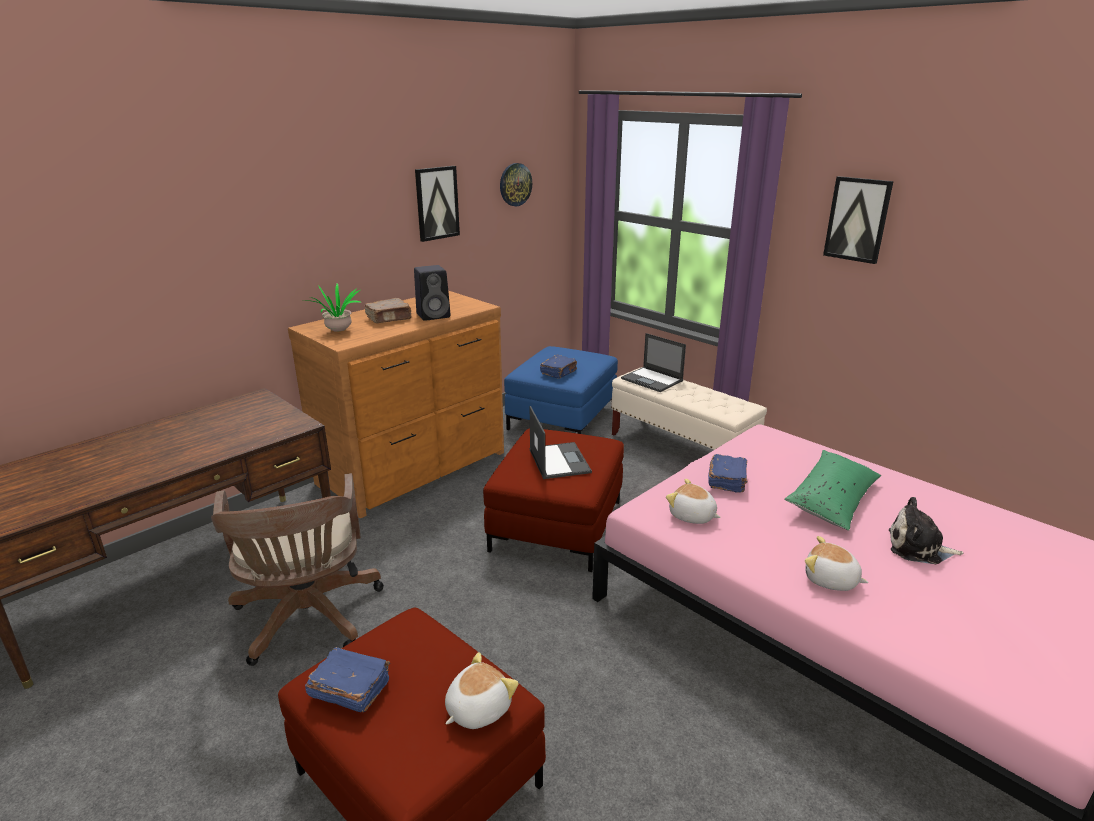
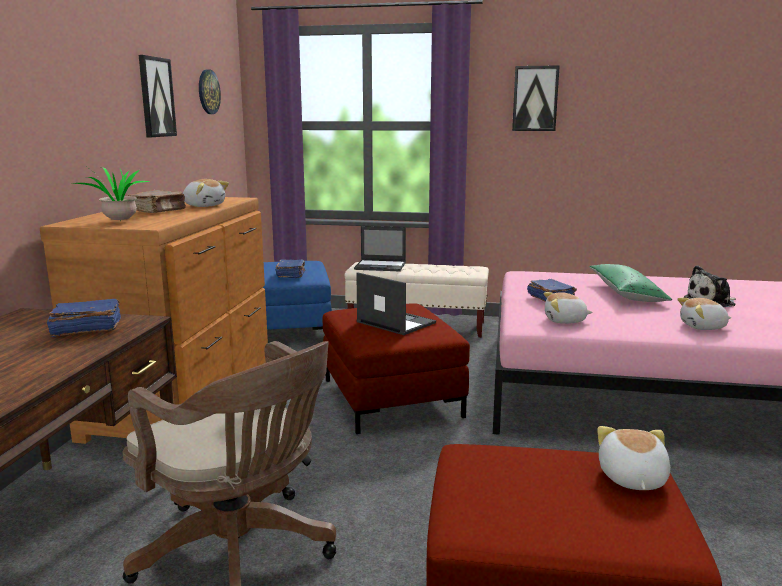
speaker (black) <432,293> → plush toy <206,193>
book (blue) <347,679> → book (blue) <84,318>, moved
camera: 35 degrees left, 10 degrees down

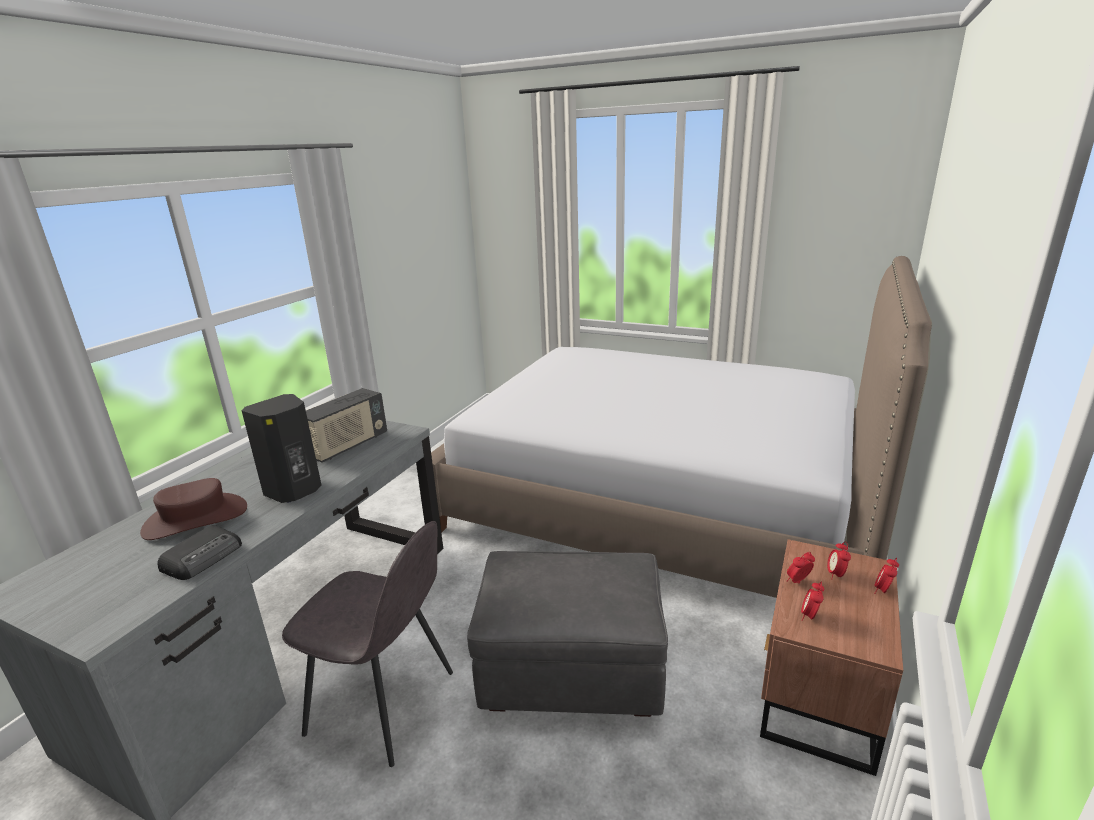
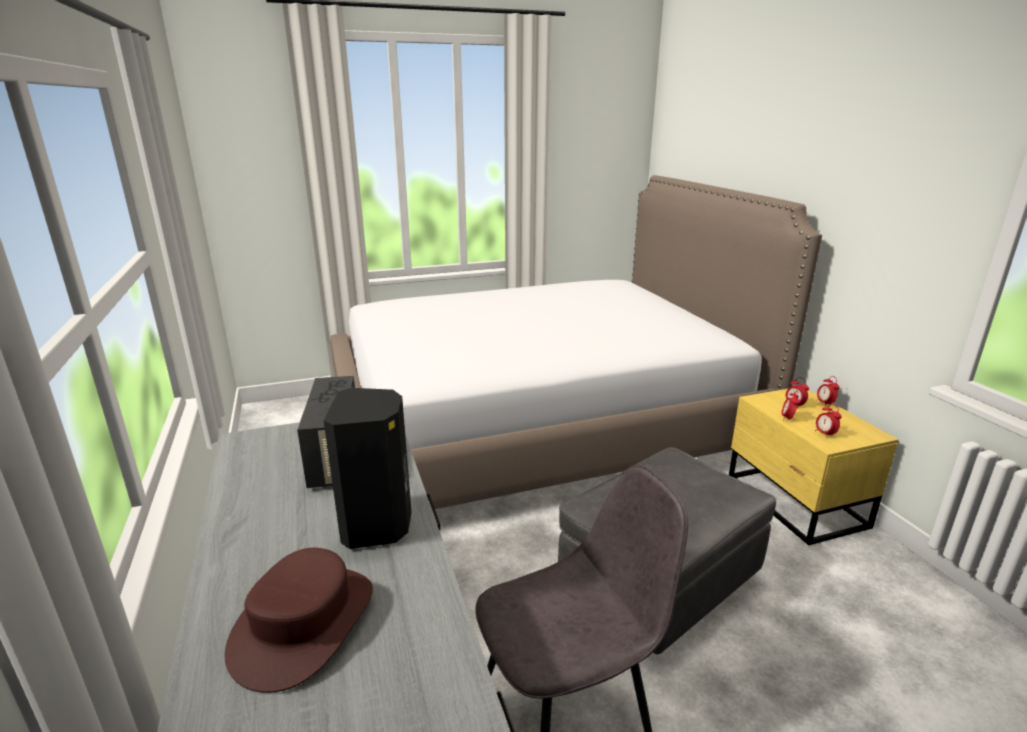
radio <199,552> → -
nightstand (brown) <831,657> → nightstand (yellow) <814,467>
camera: 45 degrees left, 0 degrees up

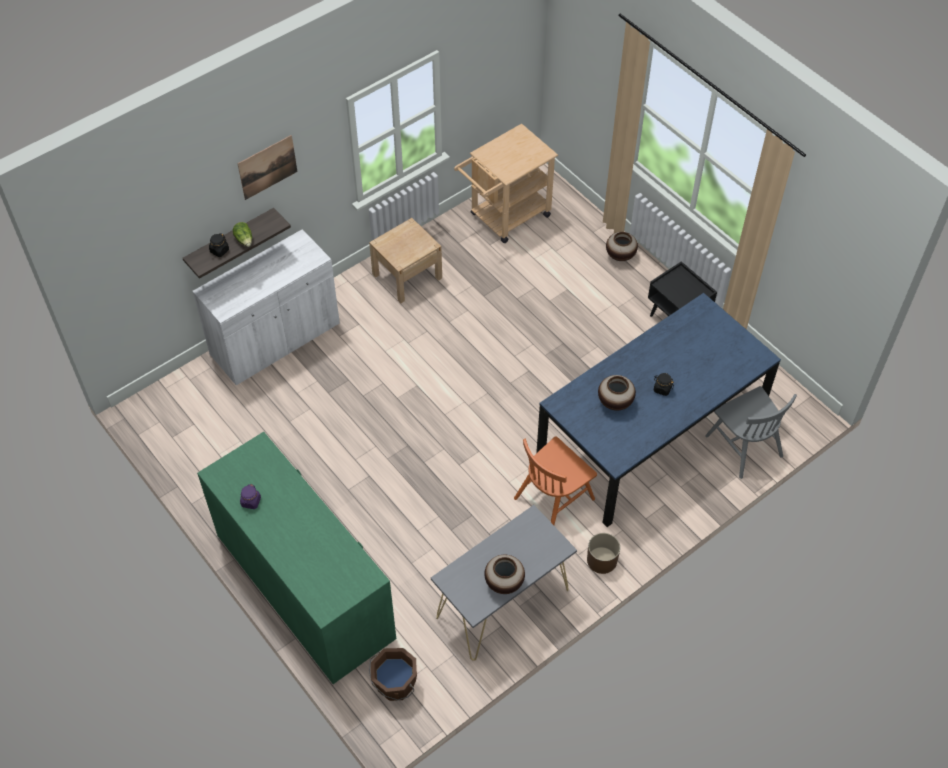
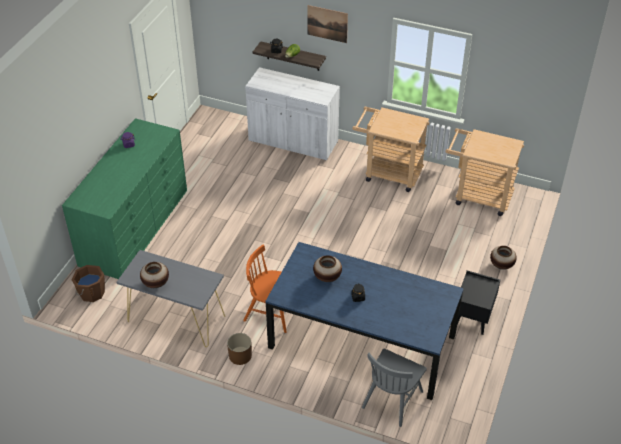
nightstand (beige) <405,260> → cart (beige) <390,149>
camera: 60 degrees right, 10 degrees down

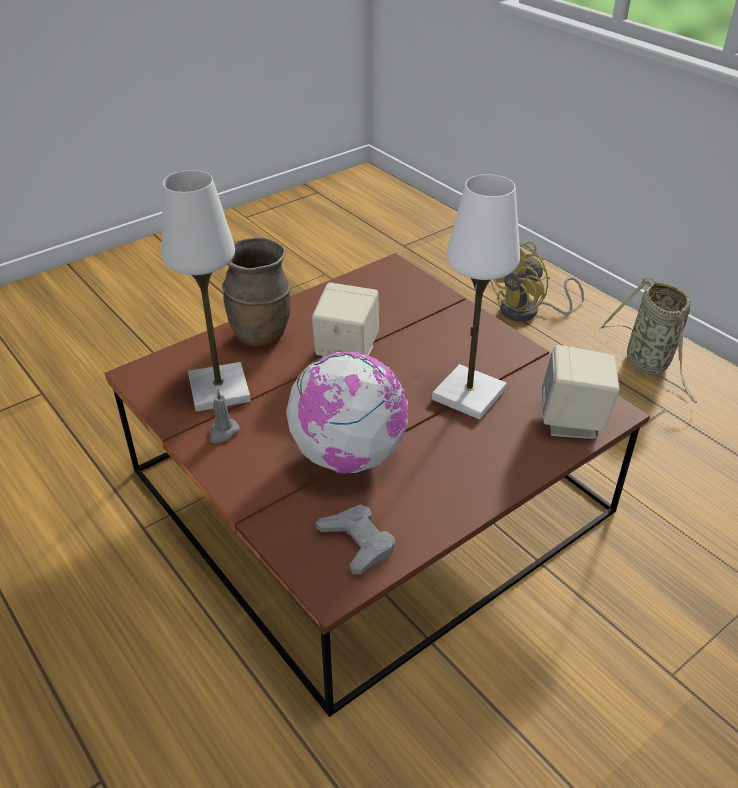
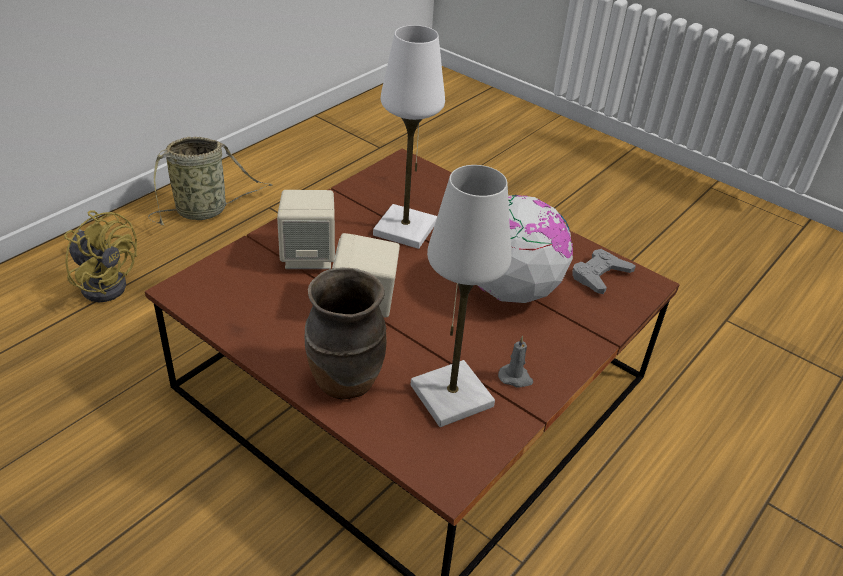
speaker (beige) <581,392> → speaker (beige) <306,229>, moved
camera: 105 degrees left, 0 degrees up

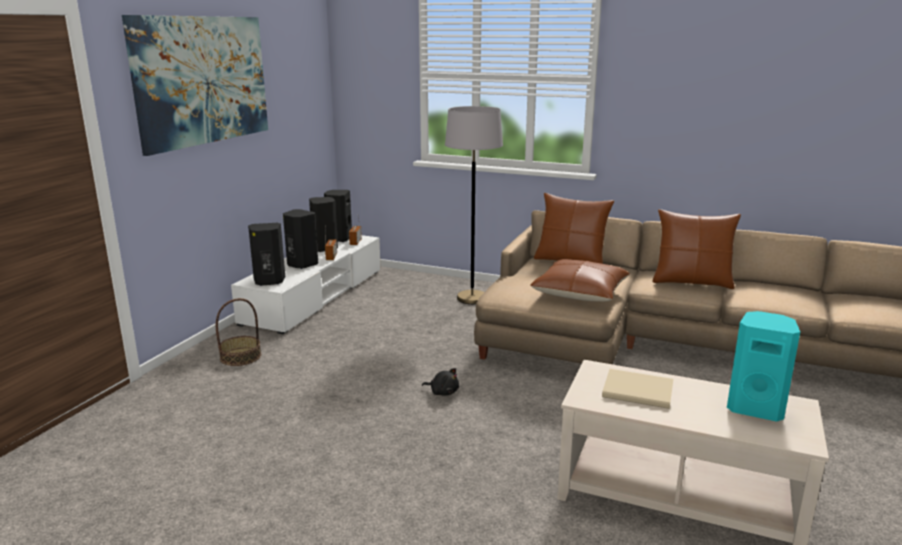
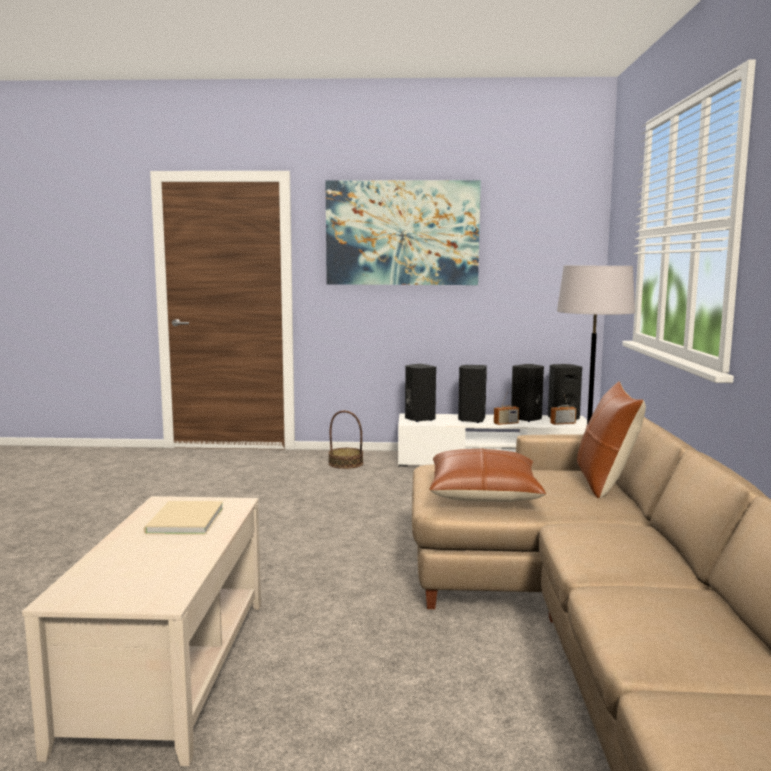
pillow (brown) <696,249> → -
speaker (turquoise) <763,366> → -
plush toy (black) <440,382> → -
camera: 70 degrees right, 10 degrees down

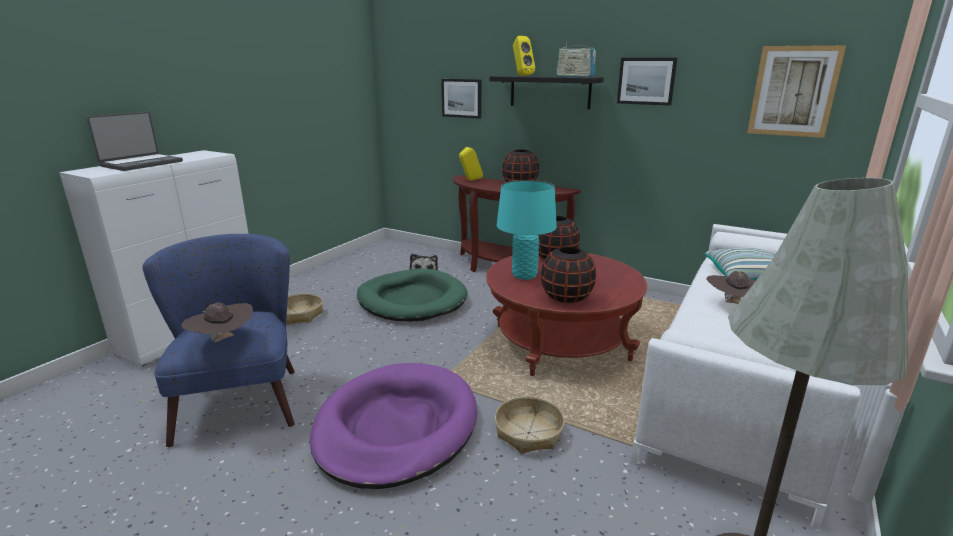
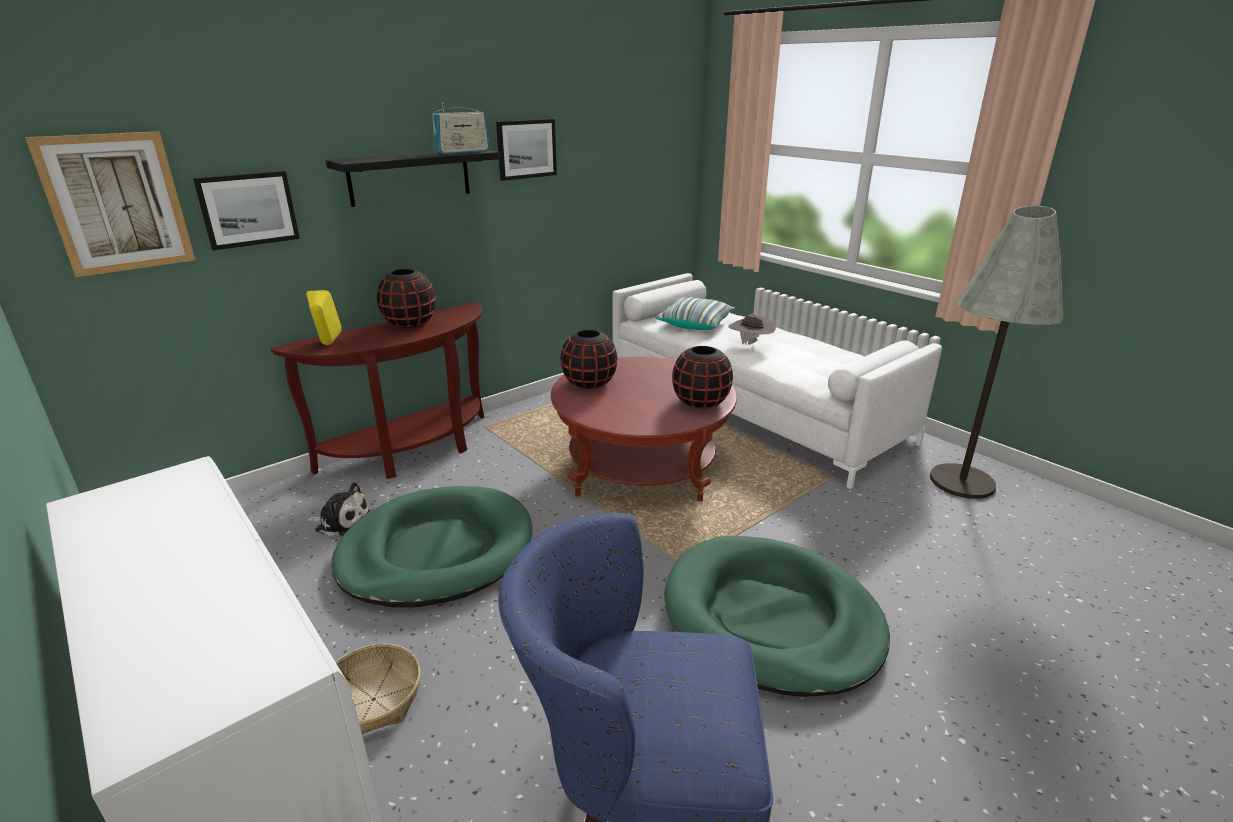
speaker (yellow) <524,56> → -
picture <796,91> → picture <110,204>, moved
laptop <135,141> → -
table lamp (turquoise) <527,230> → -
hat (brown) <217,323> → -
dog bed (purple) <393,426> → dog bed (green) <777,616>
basket <530,425> → -
camera: 70 degrees left, 5 degrees up

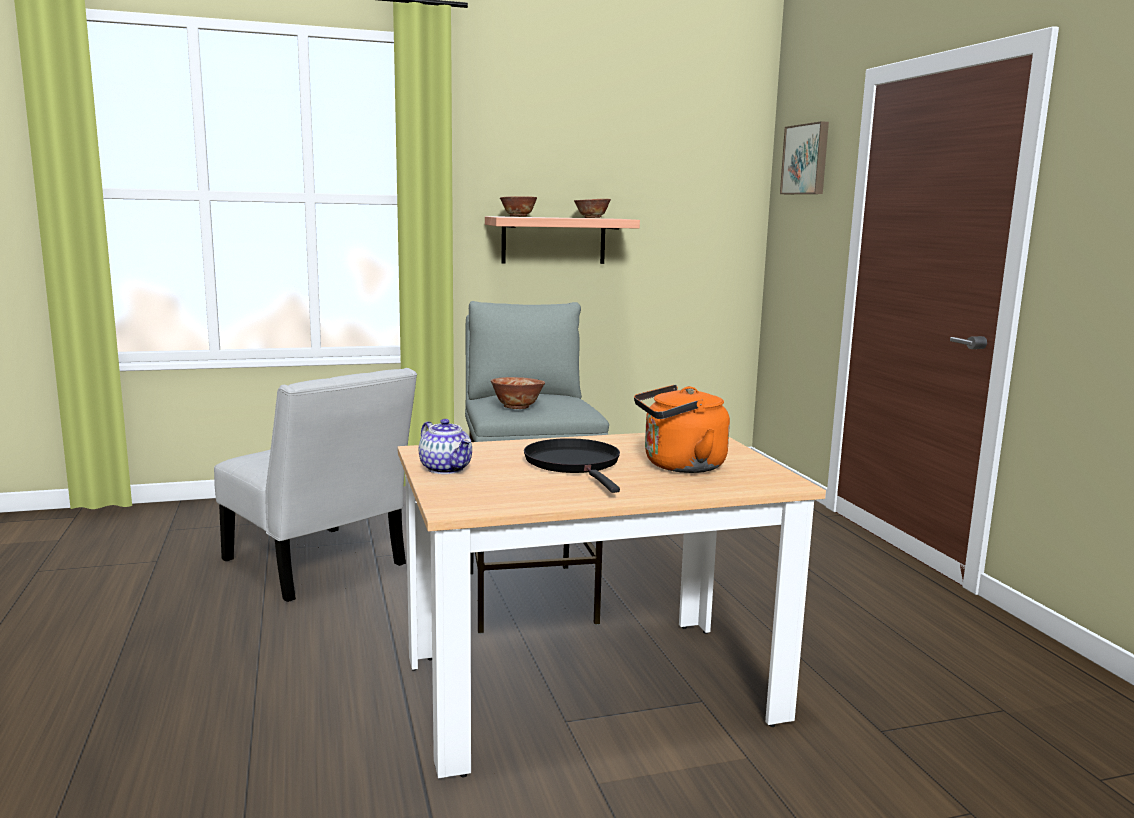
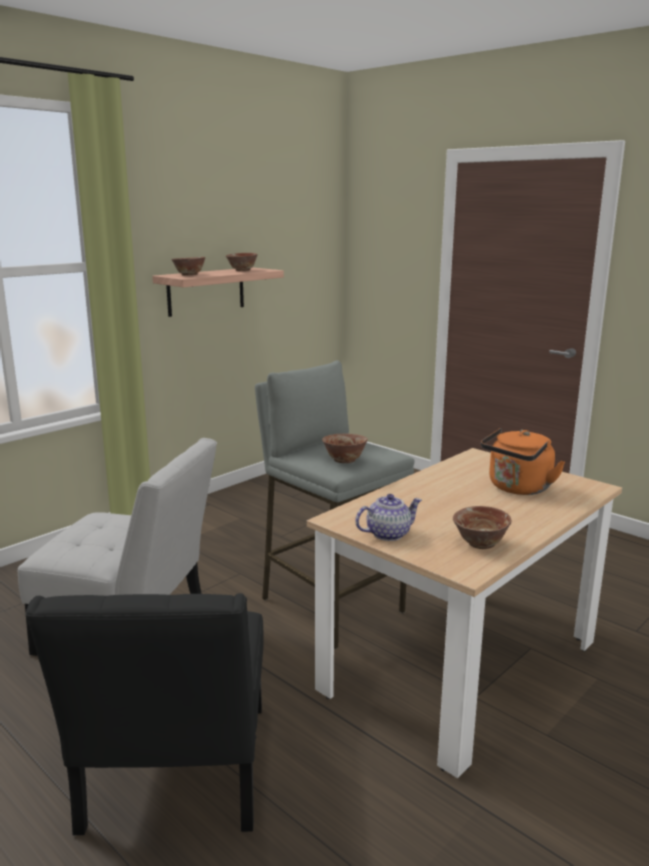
picture <804,157> → -
teapot <445,446> → teapot <388,517>, 45 degrees counterclockwise
frying pan (black) <572,465> → -
- → bowl <482,527>
- → chair (black) <144,714>
camera: 30 degrees left, 5 degrees up

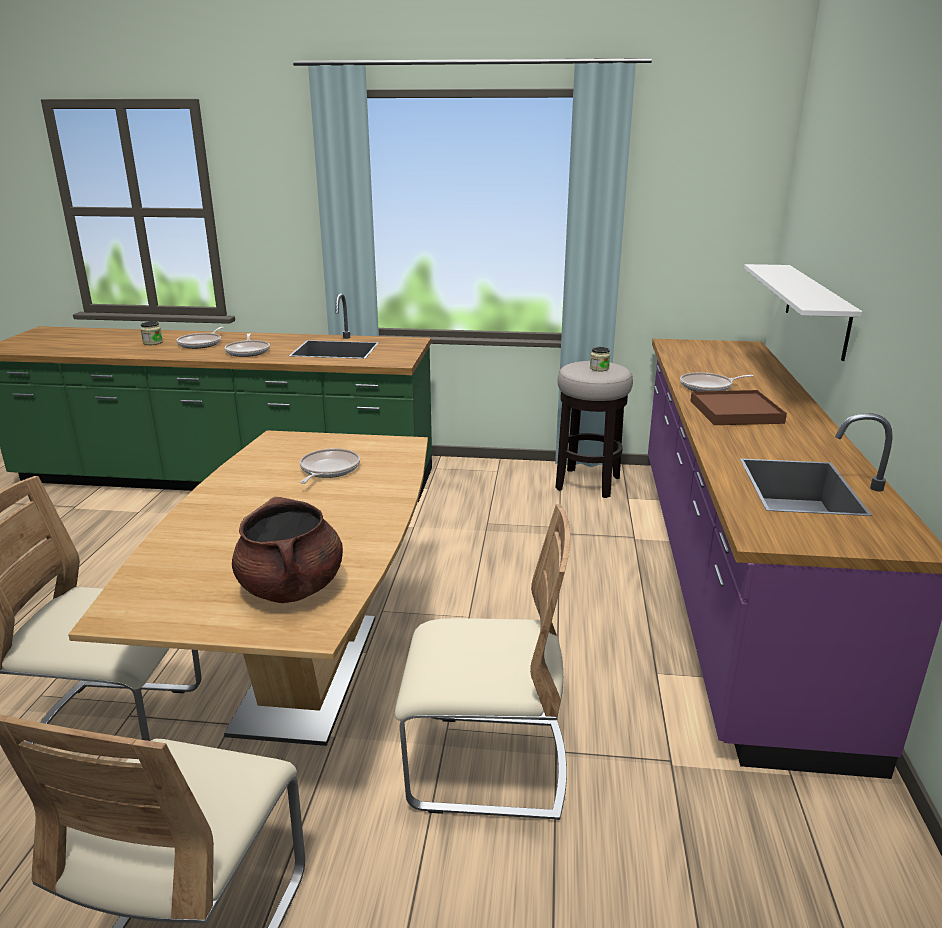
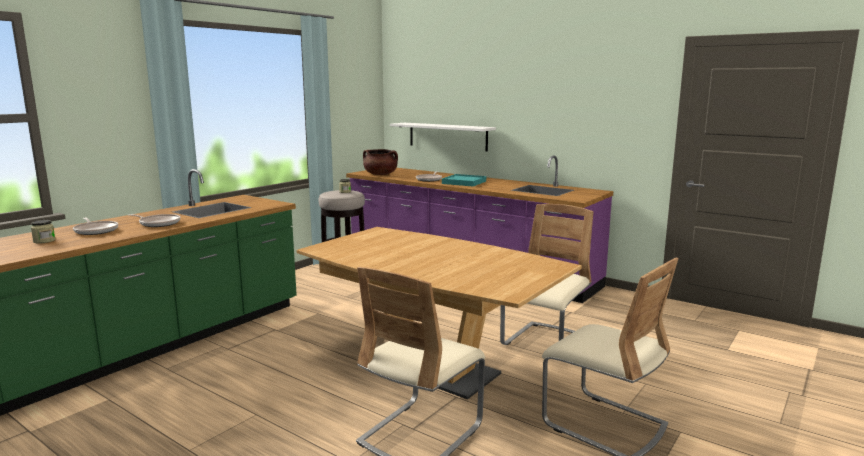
tray (brown) <739,407> → tray (turquoise) <464,180>
frying pan <330,466> → -
cooking pot (brown) <287,550> → cooking pot (brown) <380,162>, moved
camera: 60 degrees left, 10 degrees down

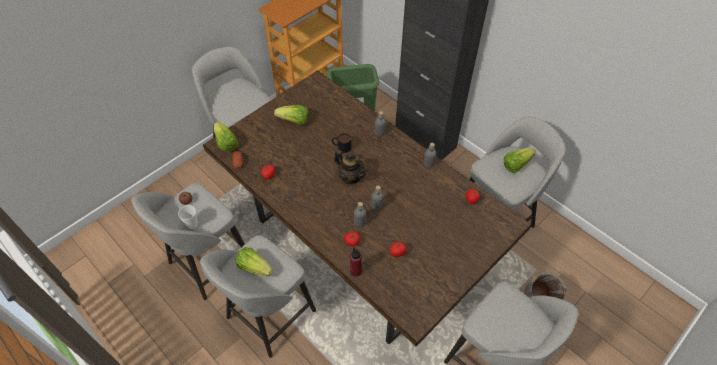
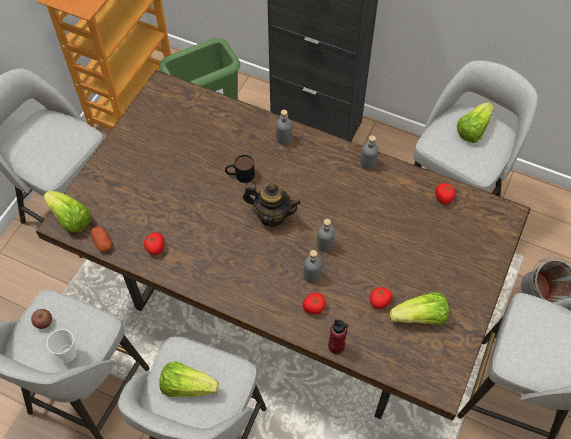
lettuce <291,115> → lettuce <419,308>, moved
camera: 20 degrees left, 5 degrees up

